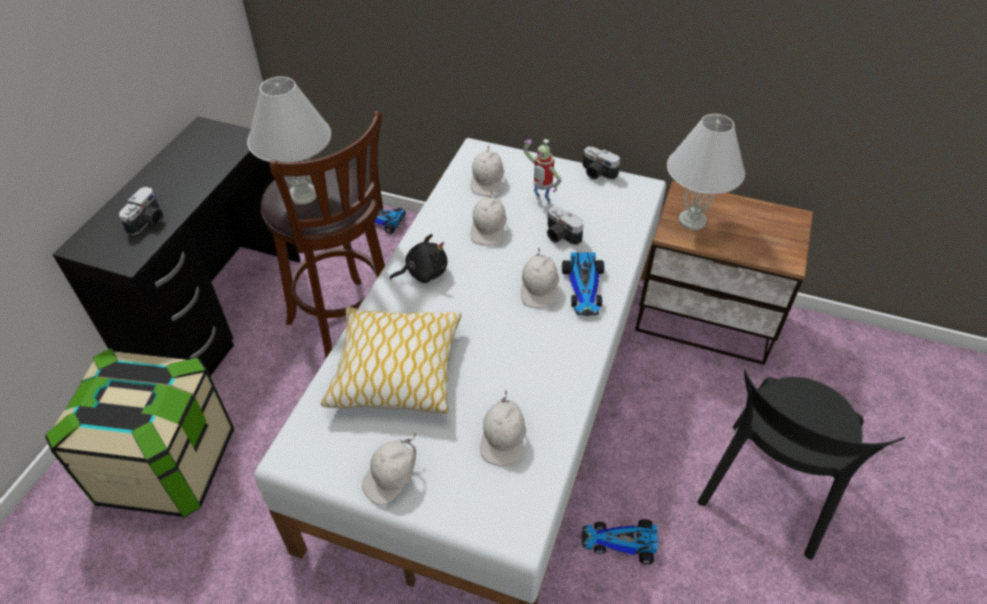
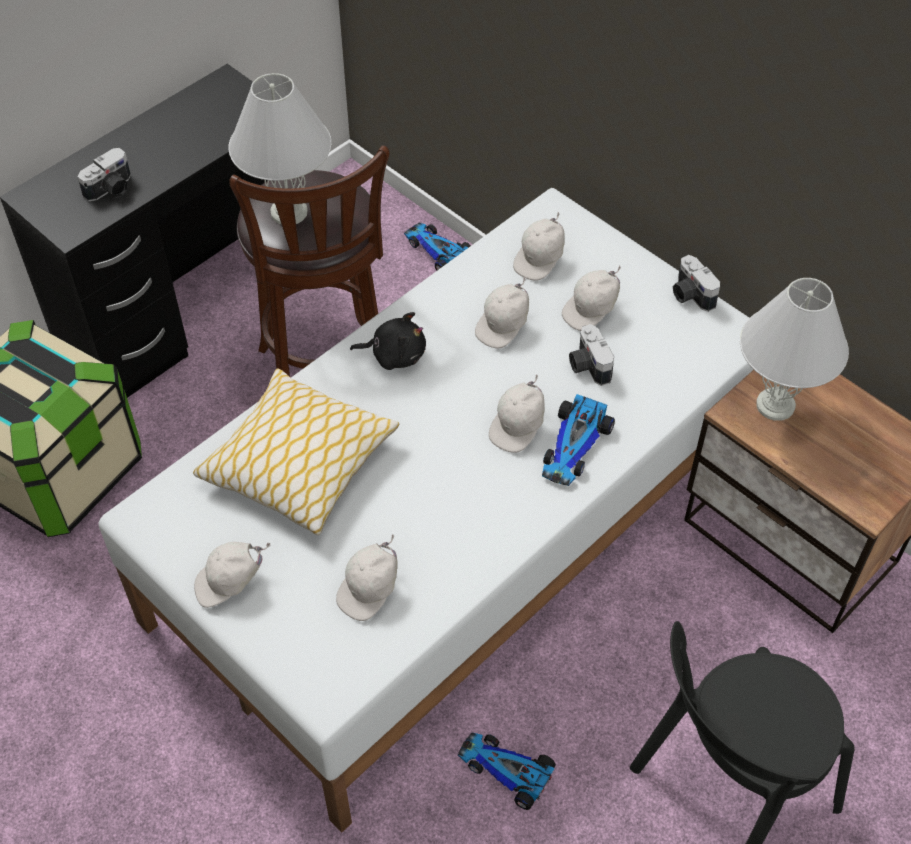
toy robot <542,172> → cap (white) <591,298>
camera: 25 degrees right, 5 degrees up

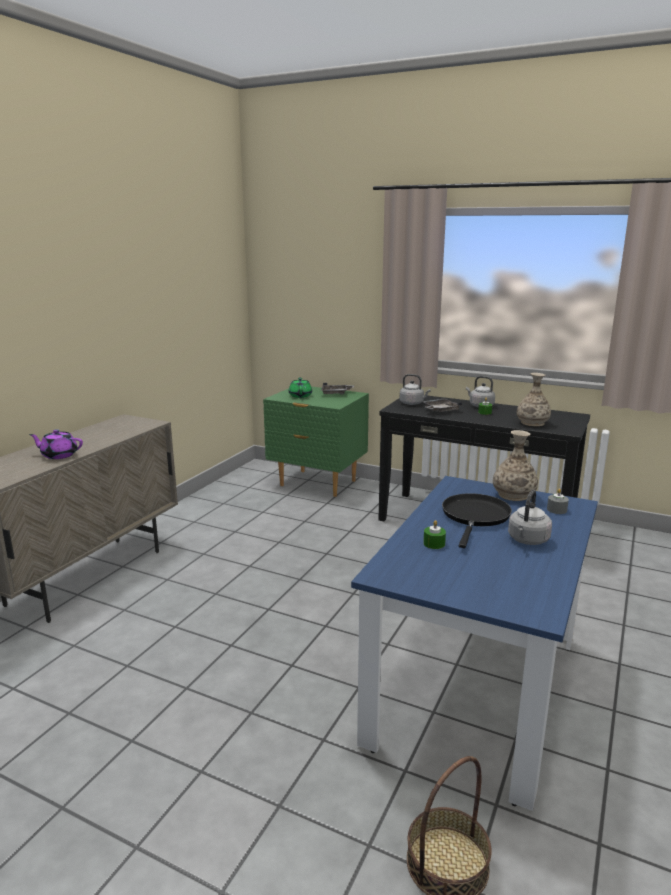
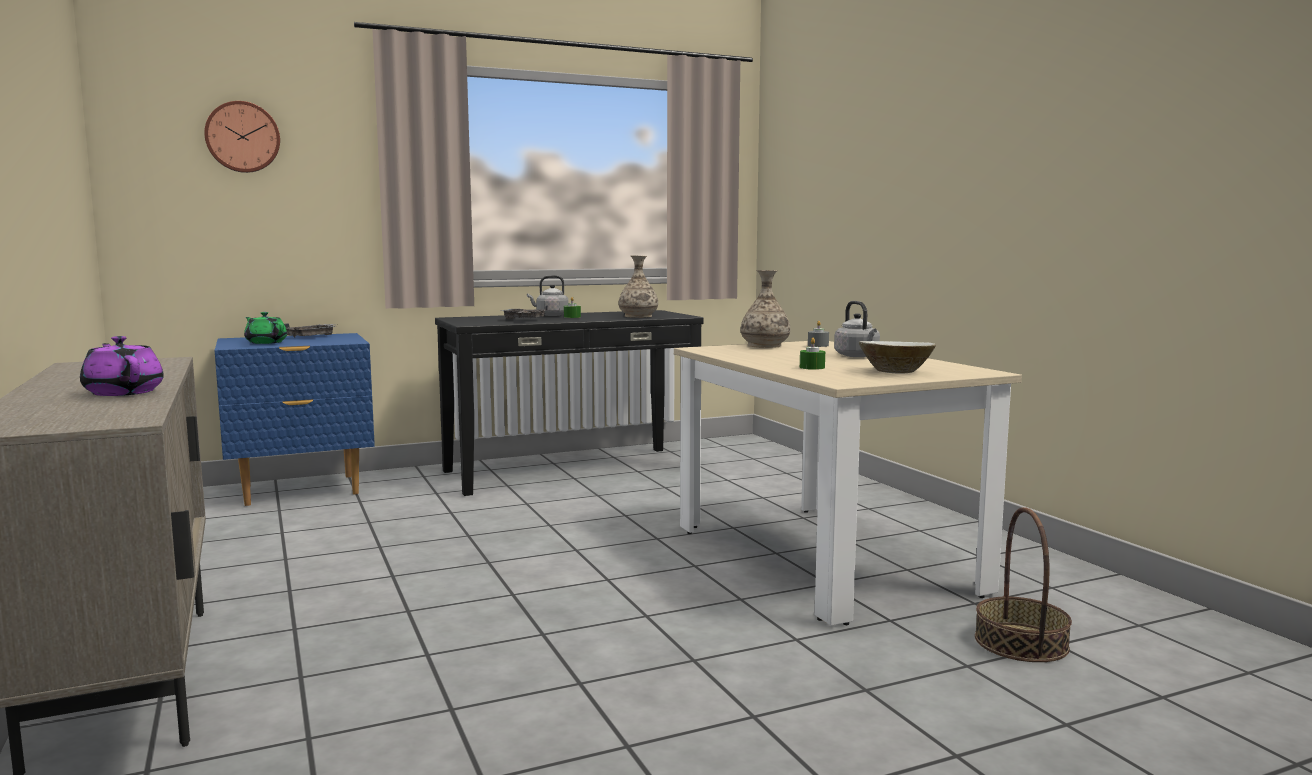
kettle (grey) <415,389> → -
nightstand (green) <316,441> → nightstand (blue) <294,419>
teapot (purple) <56,444> → teapot (purple) <122,366>, 90 degrees clockwise
dining table (blue) <474,643> → dining table (beige) <848,483>
frying pan (black) <477,520> → -
- → wall clock <242,137>
- → bowl (beige) <897,357>
camera: 50 degrees left, 10 degrees down

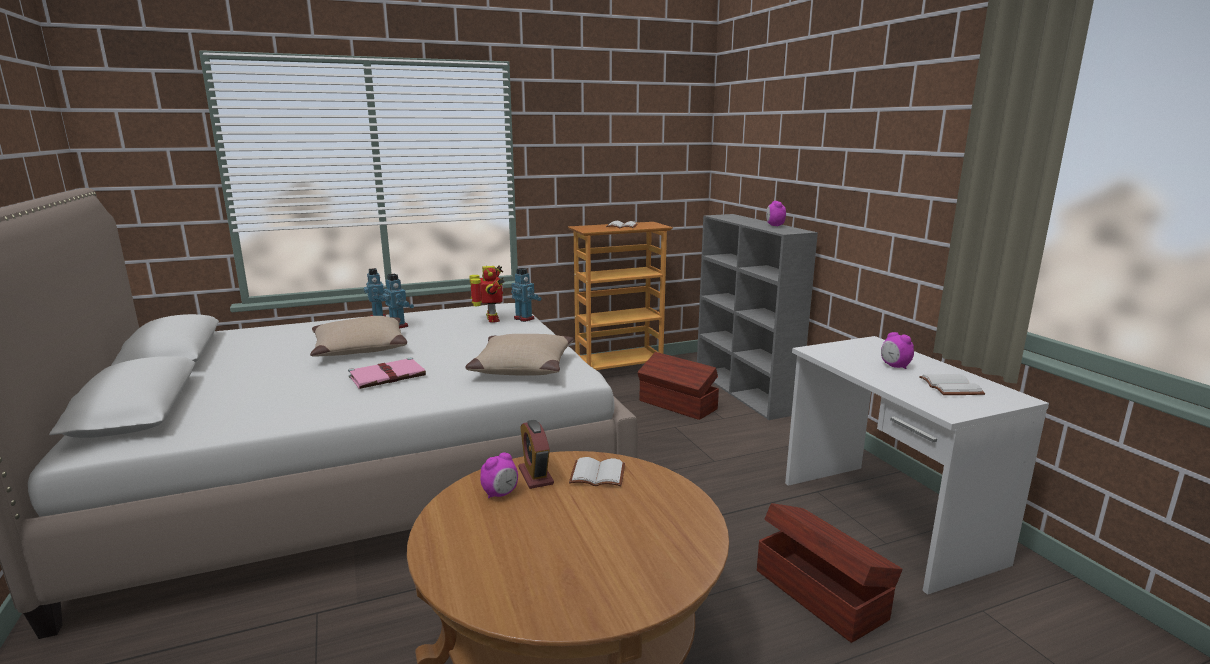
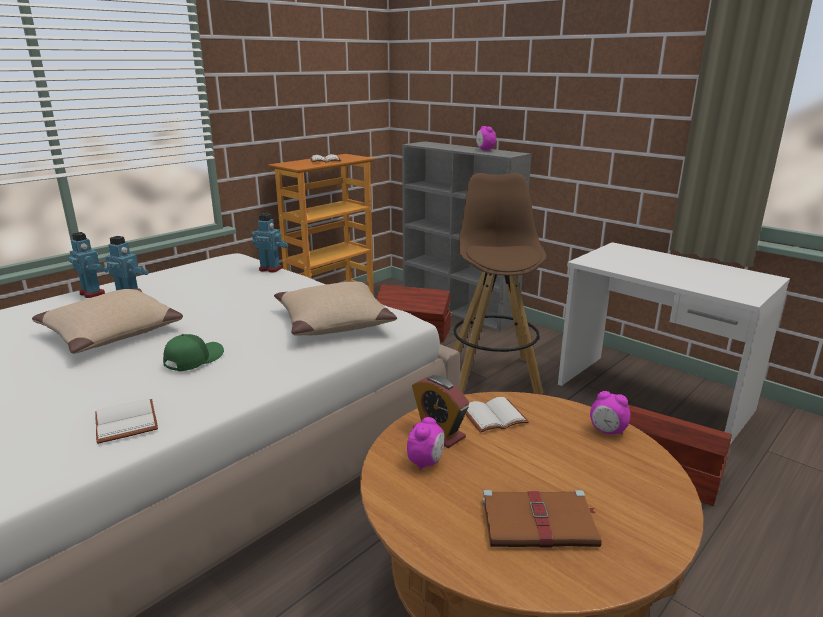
toy robot <487,294> → -
alarm clock <897,350> → alarm clock <610,413>, moved
book (pink) <387,373> → cap (green) <193,352>
book (white) <952,384> → book (white) <126,421>, moved
- → stool (brown) <500,283>
- → book (brown) <542,518>
camera: 25 degrees left, 5 degrees up

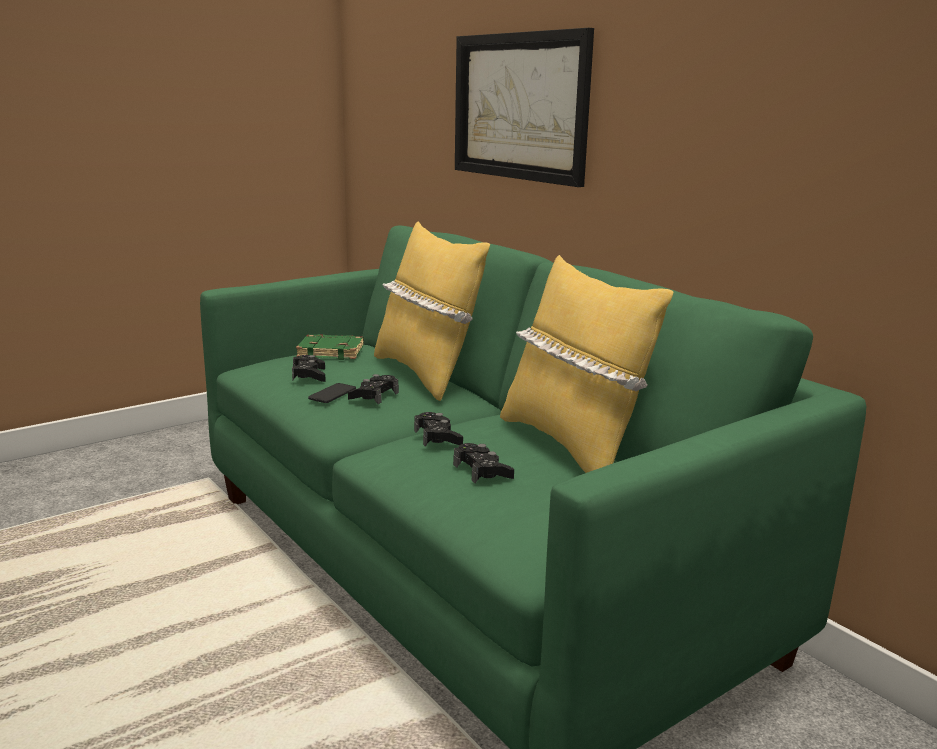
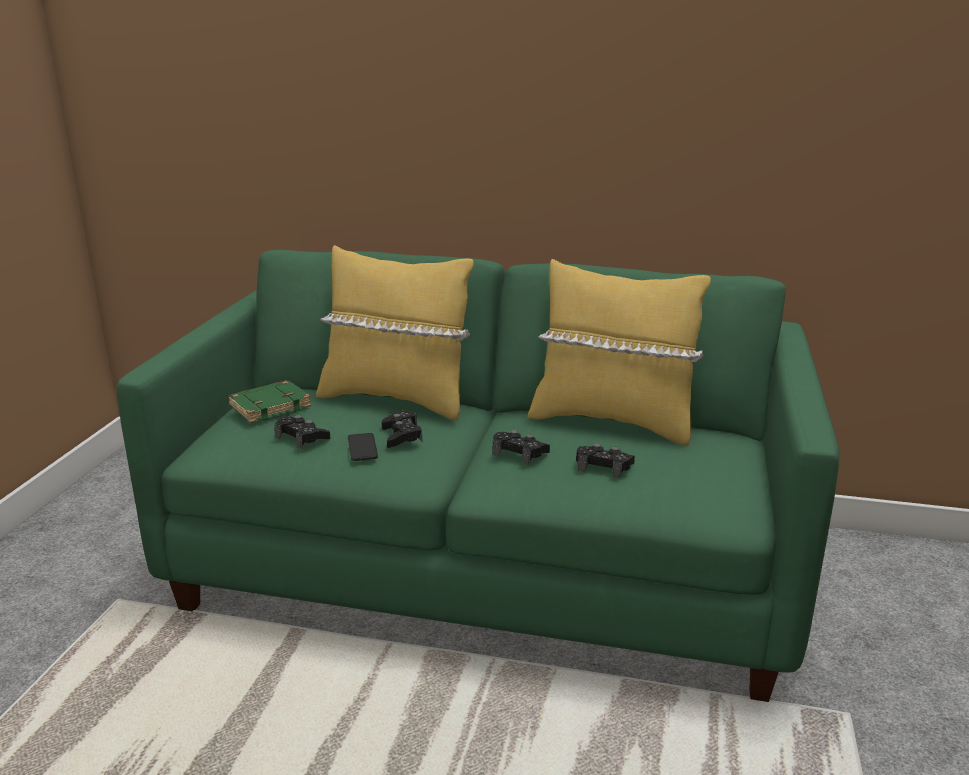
picture <524,107> → -
camera: 40 degrees left, 5 degrees up

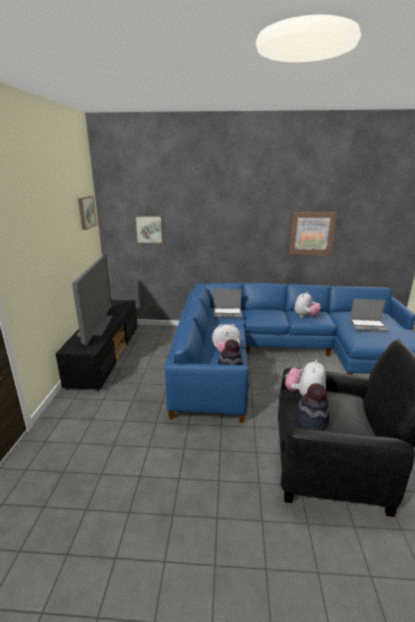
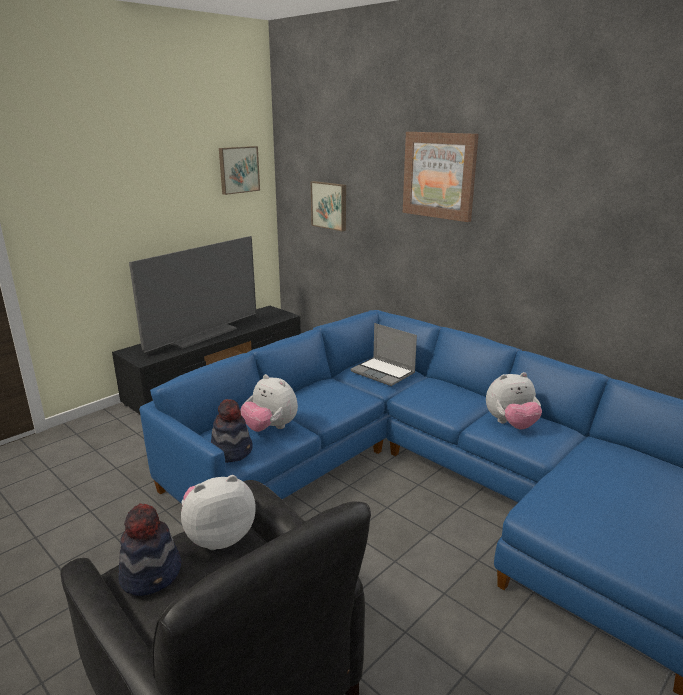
picture <313,233> → picture <441,177>, moved
laptop <369,315> → -
camera: 40 degrees right, 0 degrees up

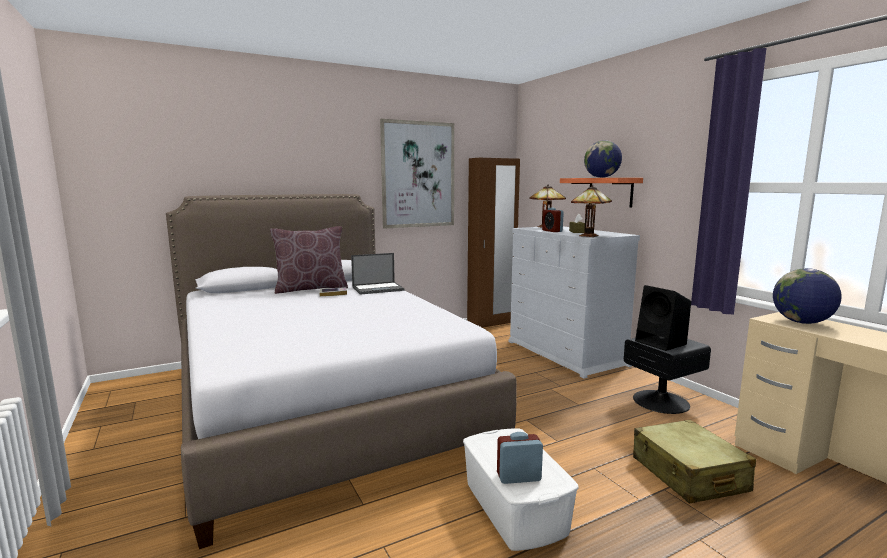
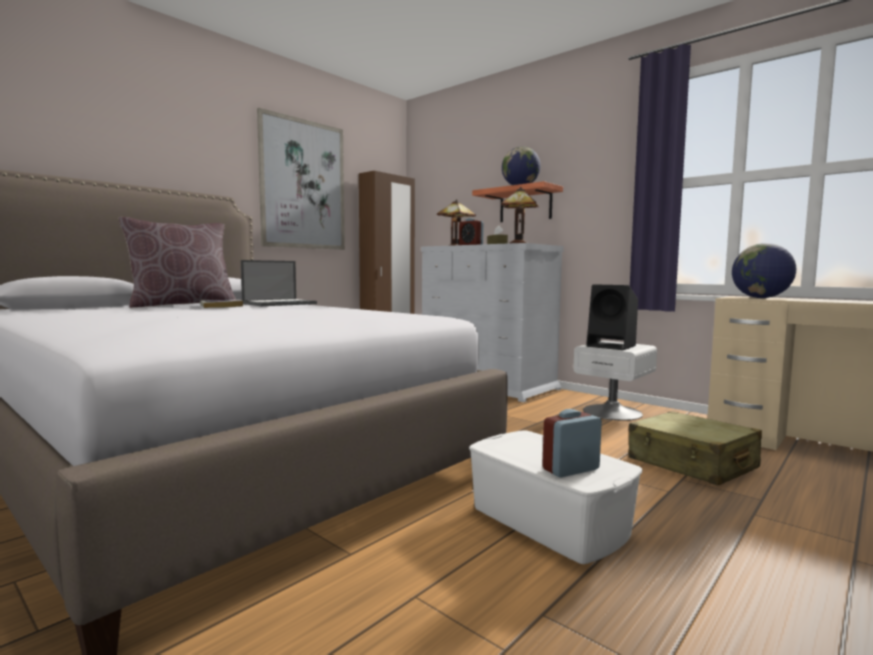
nightstand (black) <667,376> → nightstand (white) <615,381>
camera: 20 degrees left, 5 degrees down

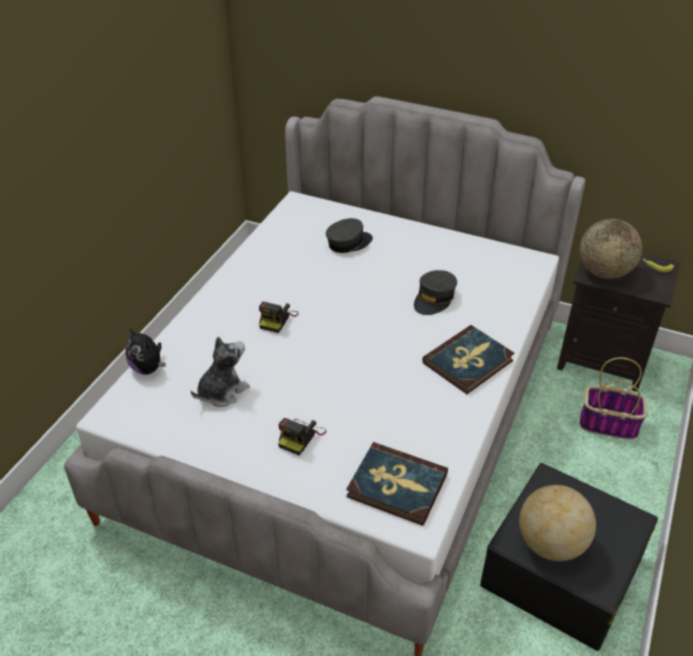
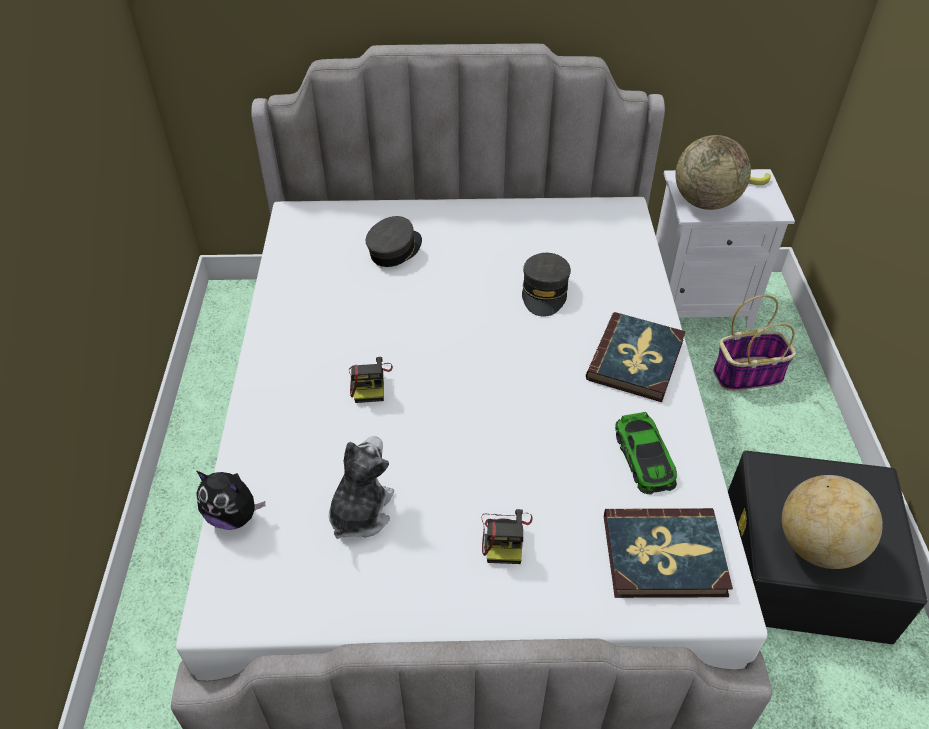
nightstand (black) <618,323> → nightstand (white) <725,248>
- → toy car <646,453>
camera: 25 degrees left, 5 degrees up

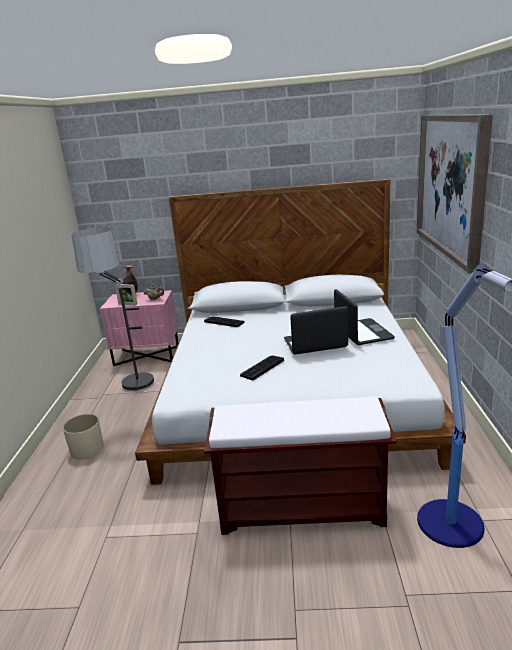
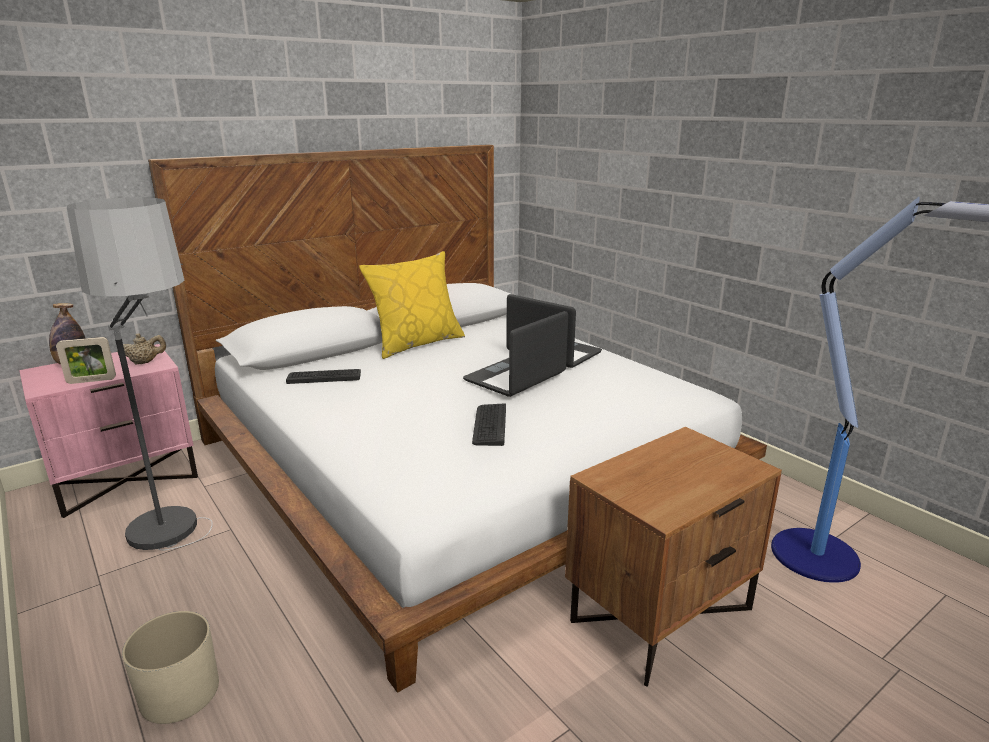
picture <455,193> → -
bench (brown) <300,465> → nightstand (brown) <673,557>
- → pillow (yellow) <412,305>
camera: 40 degrees left, 0 degrees up

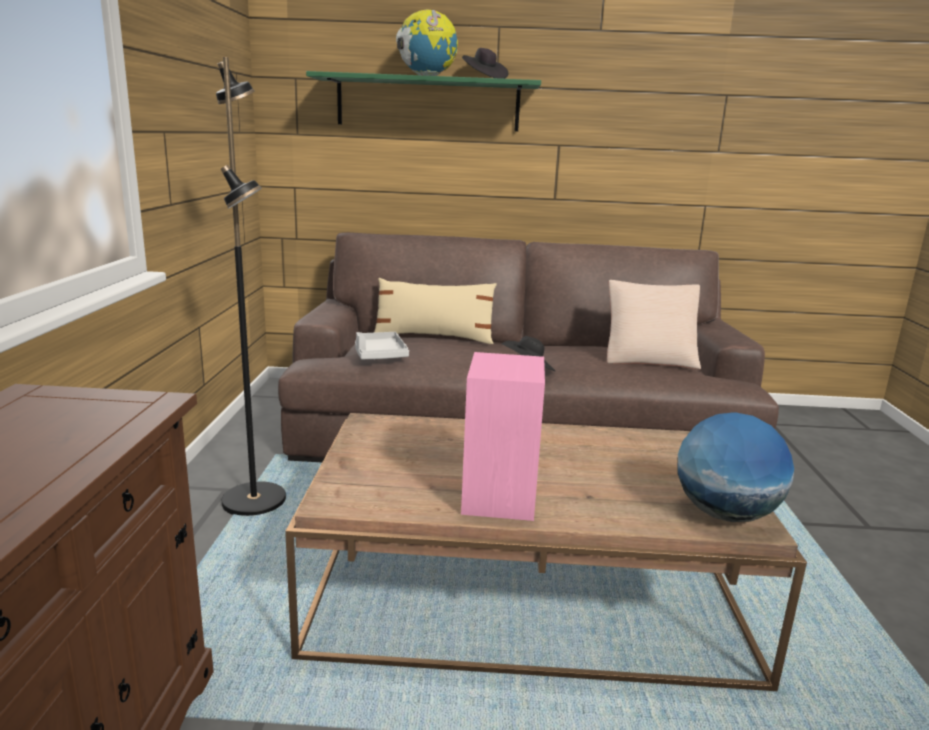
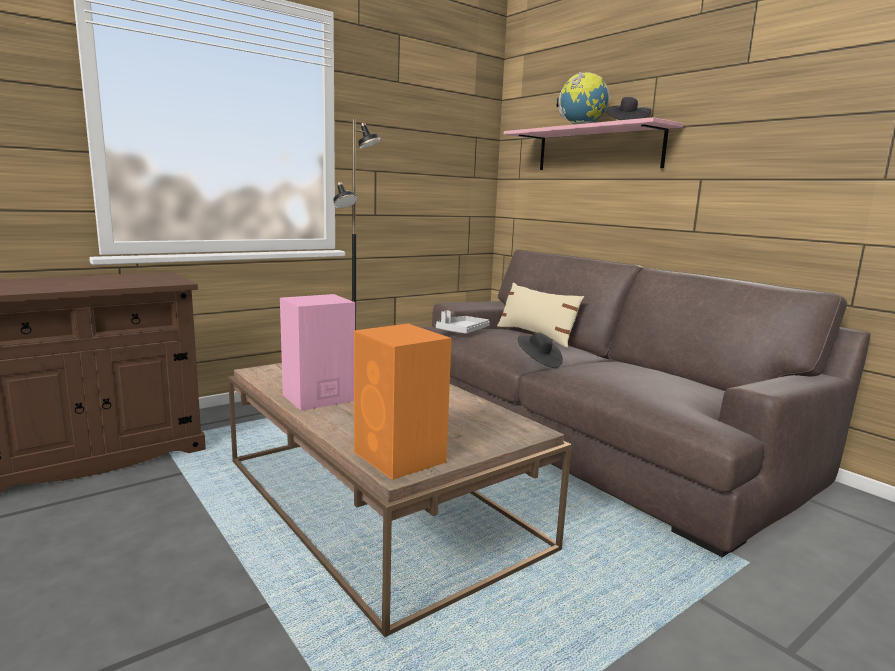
shelf (green) <423,101> → shelf (pink) <594,143>
pillow (beige) <654,324> → -
globe <735,467> → speaker (orange) <403,402>
camera: 50 degrees right, 5 degrees down

